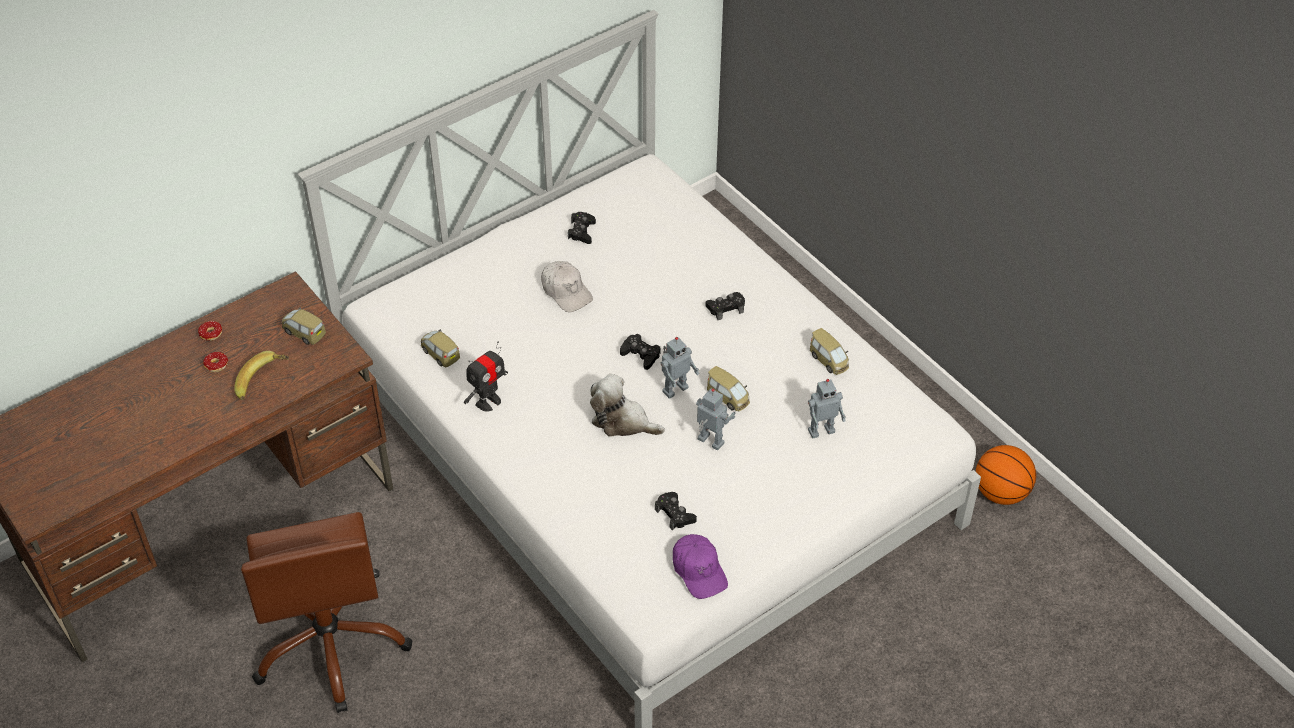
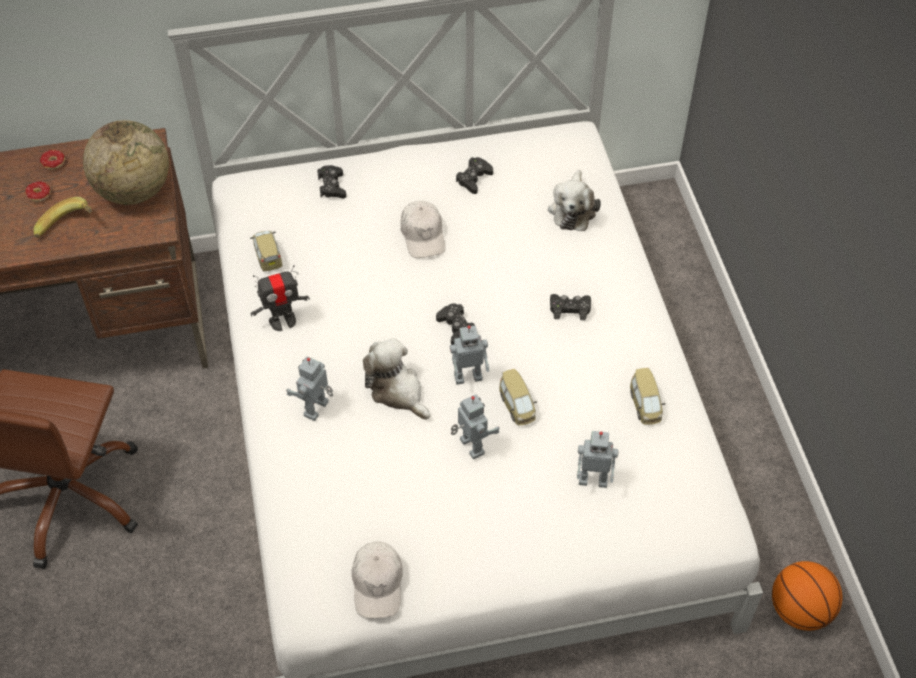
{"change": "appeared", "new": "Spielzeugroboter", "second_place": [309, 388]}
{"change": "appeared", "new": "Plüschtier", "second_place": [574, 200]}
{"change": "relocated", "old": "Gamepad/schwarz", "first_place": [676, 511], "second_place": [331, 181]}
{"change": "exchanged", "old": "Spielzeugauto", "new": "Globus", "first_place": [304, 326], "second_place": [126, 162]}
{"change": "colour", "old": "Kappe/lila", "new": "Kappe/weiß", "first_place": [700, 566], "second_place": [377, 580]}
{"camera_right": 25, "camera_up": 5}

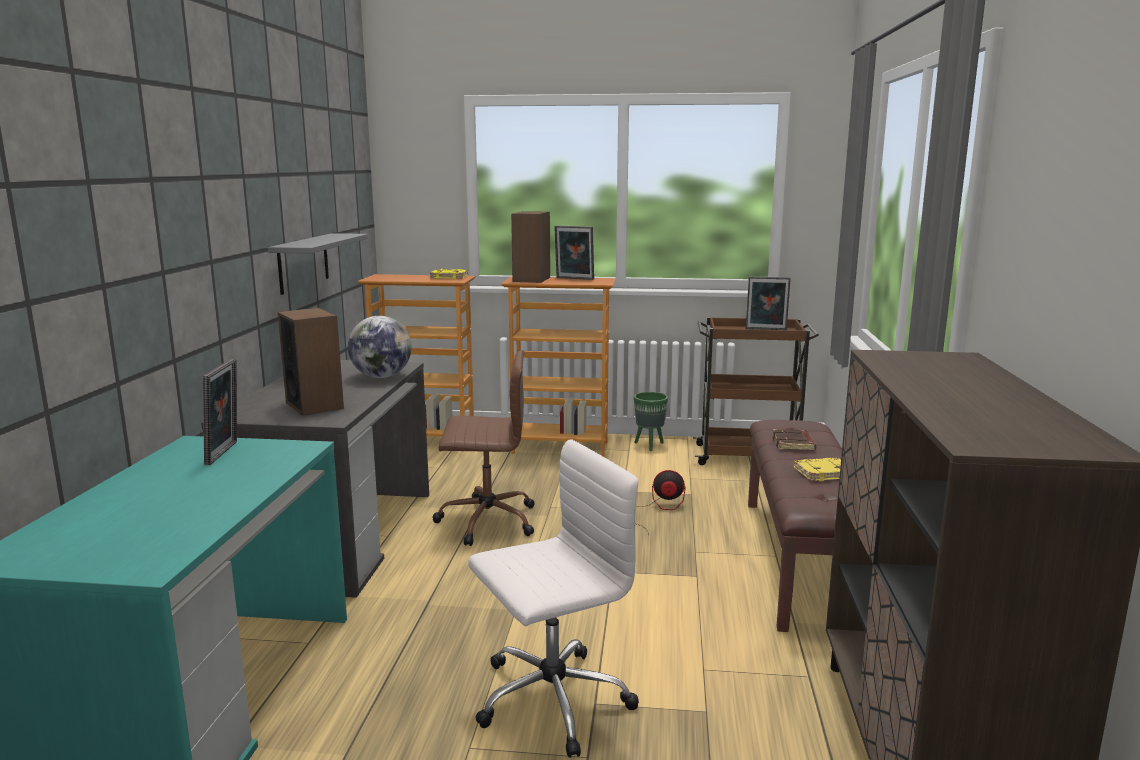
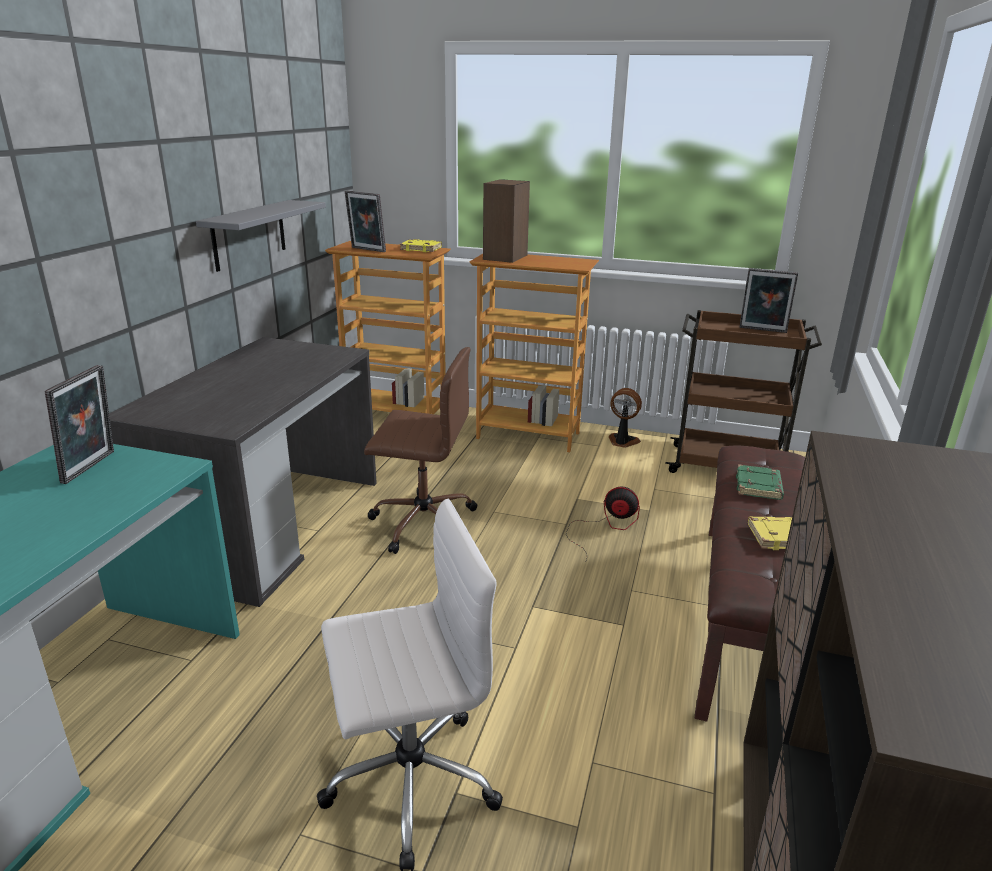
{"change": "missing", "old": "Lautsprecher", "first_place": [311, 362]}
{"change": "missing", "old": "Globus", "first_place": [380, 347]}
{"change": "relocated", "old": "Bilderrahmen", "first_place": [574, 253], "second_place": [365, 221]}
{"change": "exchanged", "old": "Pflanzkübel/grün", "new": "Ventilator", "first_place": [651, 421], "second_place": [625, 418]}
{"change": "colour", "old": "Buch/braun", "new": "Buch/grün", "first_place": [794, 440], "second_place": [760, 482]}
{"camera_right": 10, "camera_up": 10}

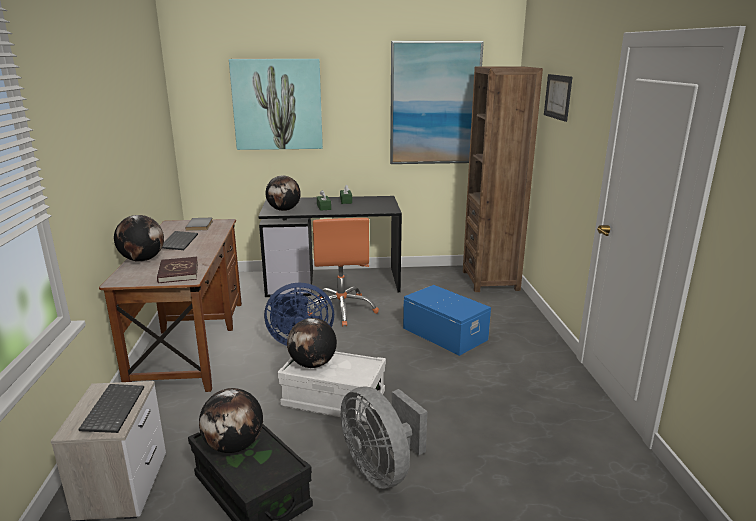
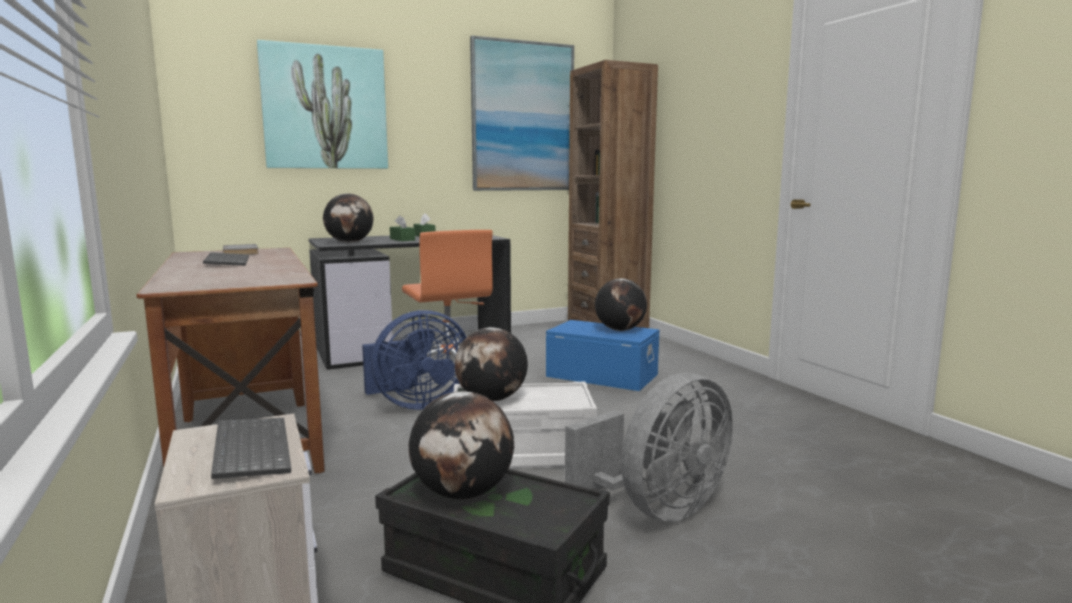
{"change": "missing", "old": "Buch/rot", "first_place": [177, 270]}
{"change": "missing", "old": "Bild", "first_place": [558, 98]}
{"change": "relocated", "old": "Globus", "first_place": [139, 238], "second_place": [621, 304]}
{"change": "spun", "old": "Ventilator/grau", "first_place": [384, 437], "second_place": [649, 447], "degrees": -75}
{"camera_right": -20, "camera_up": -10}

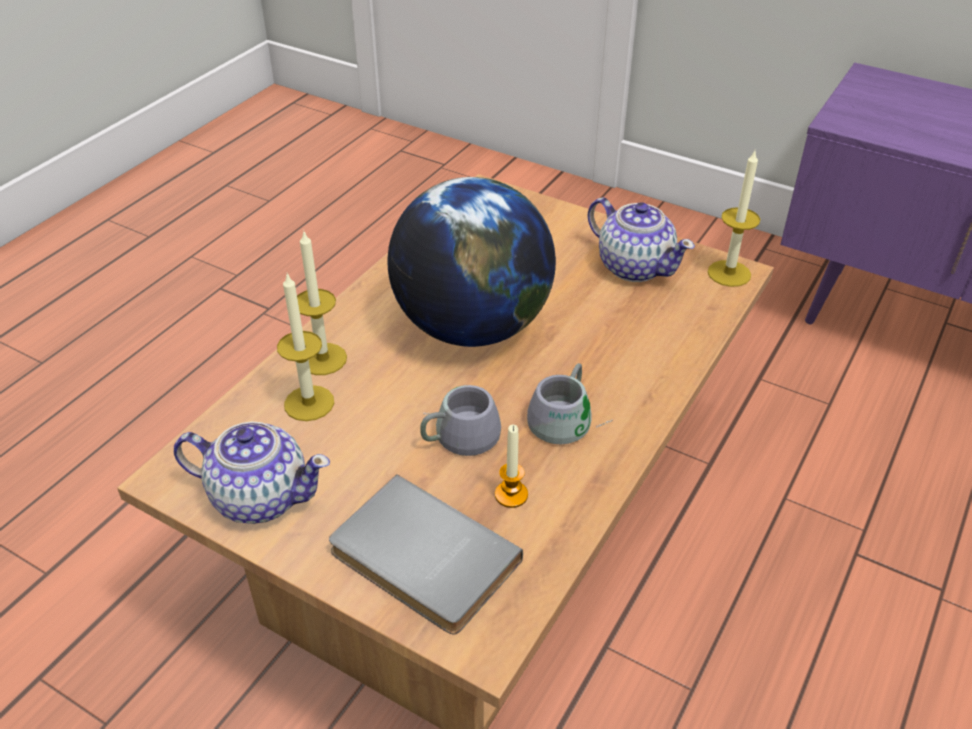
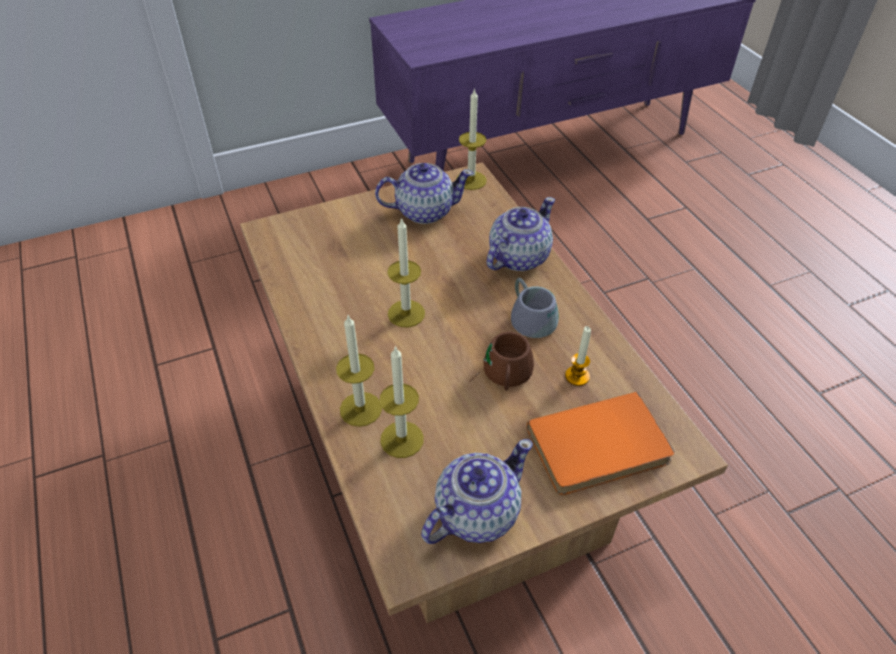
{"change": "appeared", "new": "Teekanne", "second_place": [520, 234]}
{"change": "exchanged", "old": "Globus", "new": "Kerze", "first_place": [471, 262], "second_place": [406, 272]}
{"change": "colour", "old": "Buch/grau", "new": "Buch/orange", "first_place": [426, 554], "second_place": [600, 443]}
{"change": "colour", "old": "Henkelbecher/grau", "new": "Henkelbecher/braun", "first_place": [460, 420], "second_place": [501, 361]}
{"camera_right": -55, "camera_up": 5}

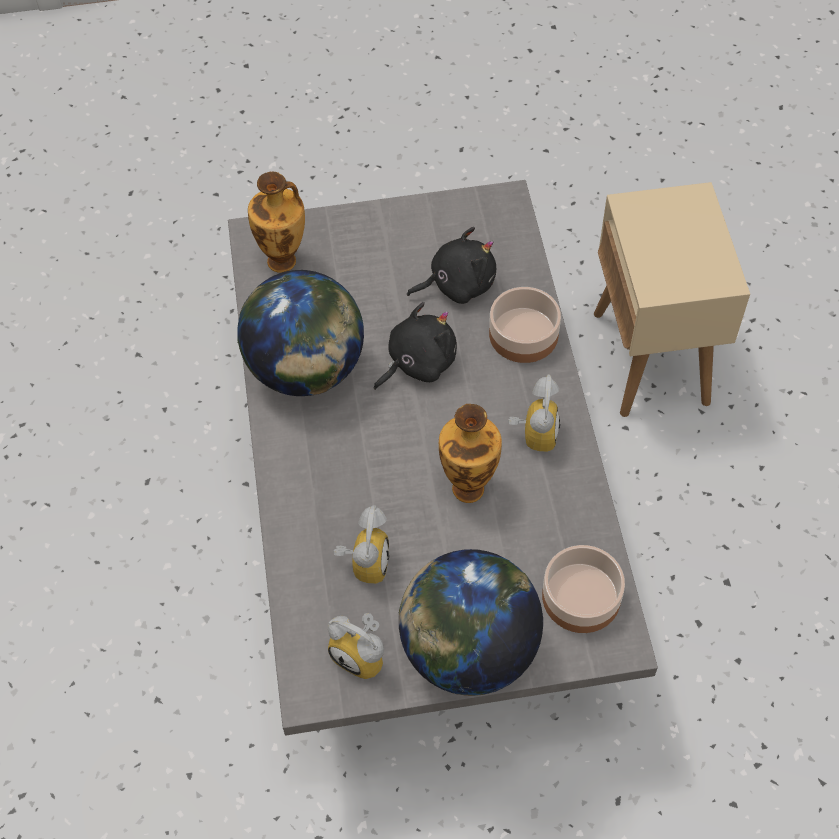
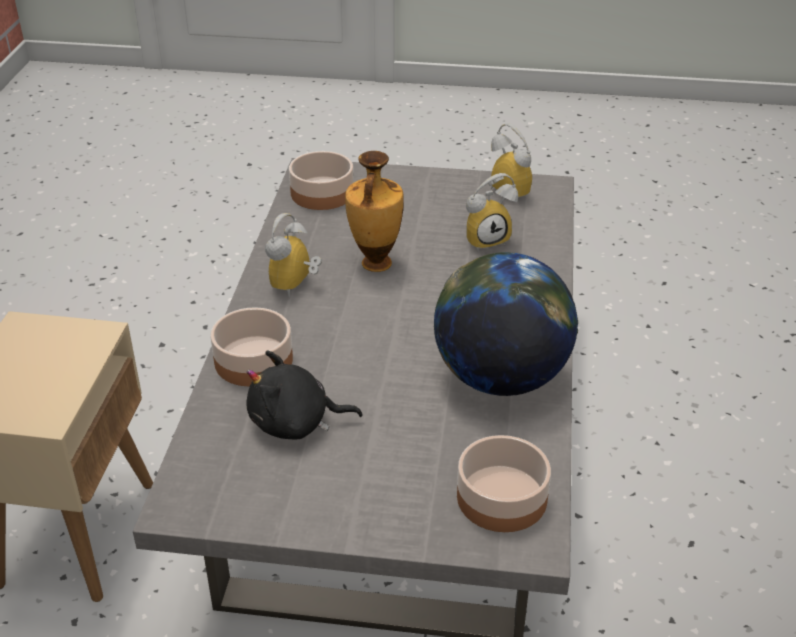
{"change": "missing", "old": "Plüschtier/schwarz", "first_place": [415, 346]}
{"change": "missing", "old": "Globus", "first_place": [471, 622]}
{"change": "exchanged", "old": "Vase", "new": "Schüssel", "first_place": [276, 222], "second_place": [504, 483]}
{"change": "spun", "old": "Wecker", "first_place": [361, 544], "second_place": [492, 212], "degrees": -135}
{"camera_right": -165, "camera_up": -20}

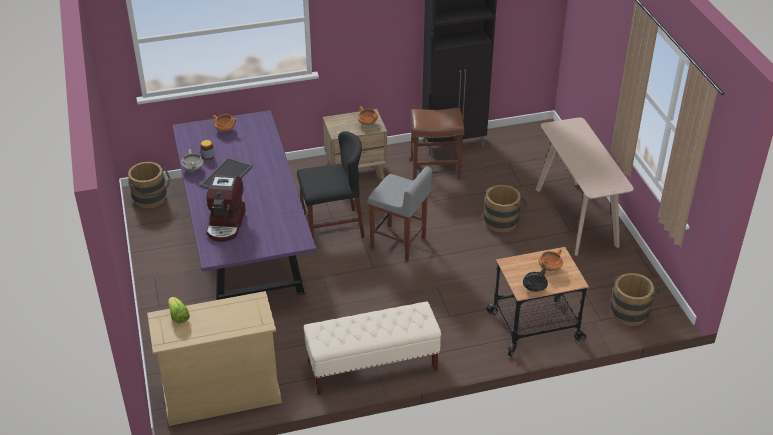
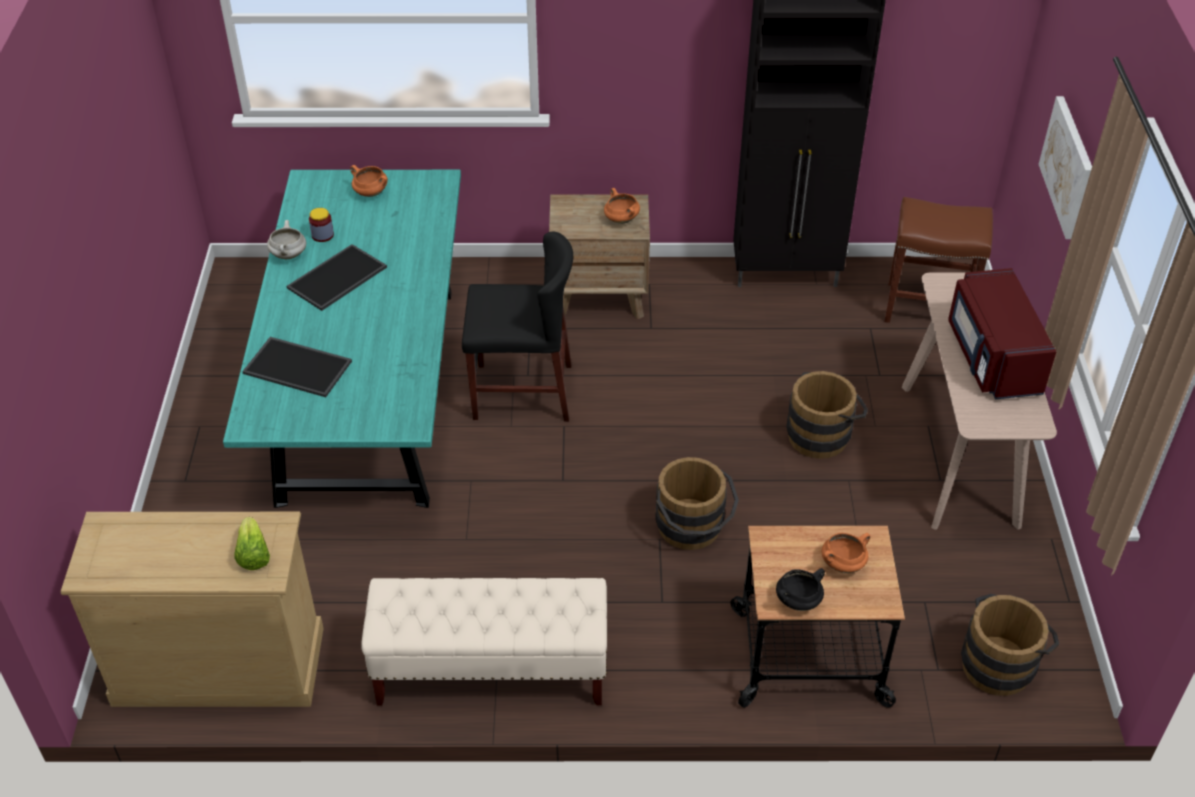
{"change": "missing", "old": "Hocker/grau", "first_place": [400, 213]}
{"change": "appeared", "new": "Mikrowelle/rot", "second_place": [1002, 333]}
{"change": "appeared", "new": "Bild", "second_place": [1065, 167]}
{"change": "relocated", "old": "Eimer/braun", "first_place": [149, 185], "second_place": [697, 503]}
{"change": "relocated", "old": "Salatkopf", "first_place": [179, 310], "second_place": [252, 543]}
{"change": "relocated", "old": "Hocker/braun", "first_place": [437, 144], "second_place": [938, 260]}
{"change": "exchanged", "old": "Kaffeemaschine", "new": "Tablett", "first_place": [226, 208], "second_place": [297, 367]}
{"change": "colour", "old": "Esstisch/lila", "new": "Esstisch/türkis", "first_place": [244, 205], "second_place": [342, 339]}
{"camera_right": 15, "camera_up": 5}

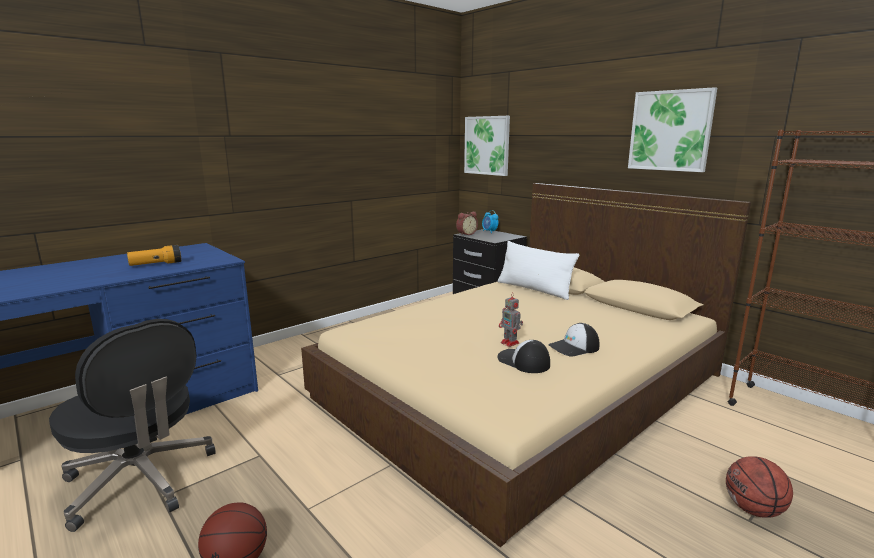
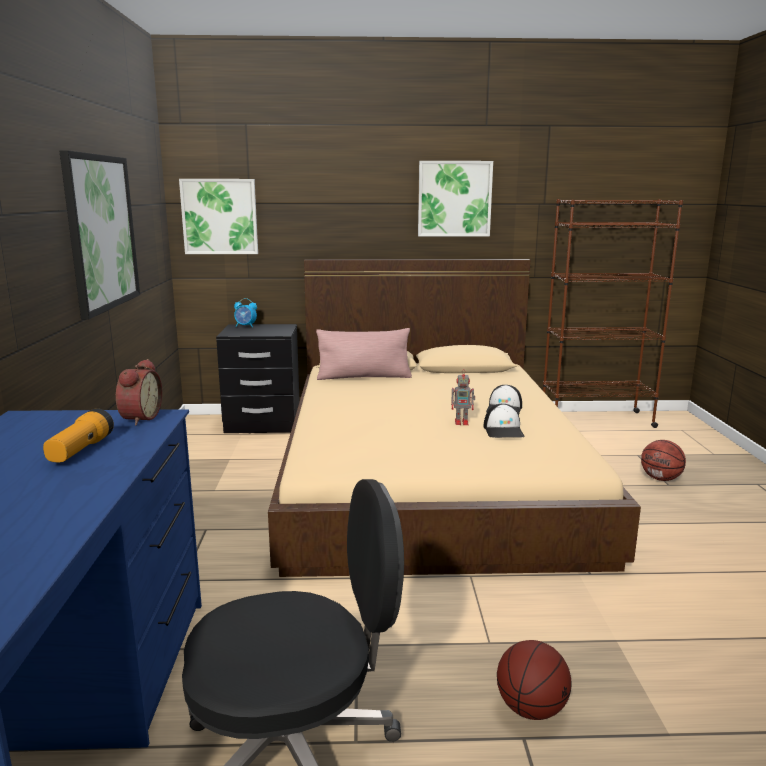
{"change": "appeared", "new": "Bild", "second_place": [99, 235]}
{"change": "relocated", "old": "Wecker", "first_place": [467, 224], "second_place": [138, 392]}
{"change": "colour", "old": "Kissen/weiß", "new": "Kissen/rosa", "first_place": [538, 270], "second_place": [364, 354]}
{"change": "spun", "old": "Kappe", "first_place": [523, 356], "second_place": [504, 421], "degrees": -90}
{"camera_right": -50, "camera_up": 0}

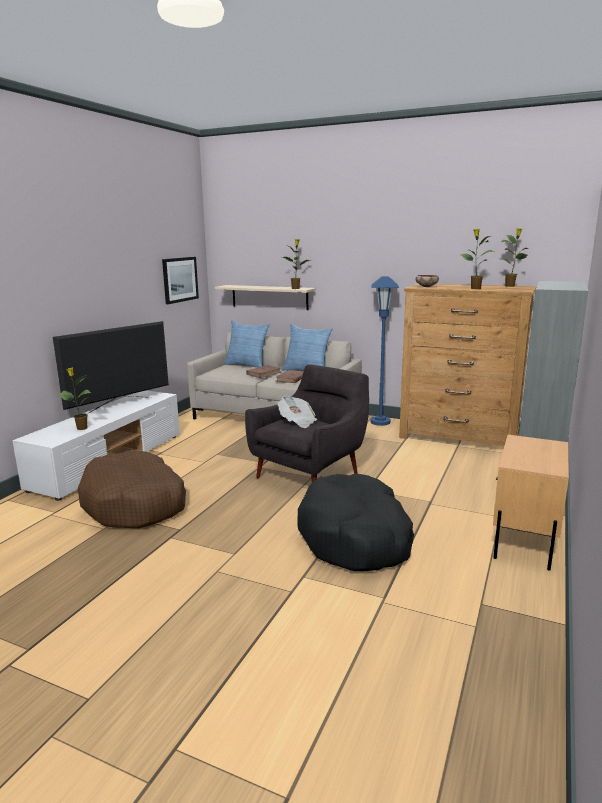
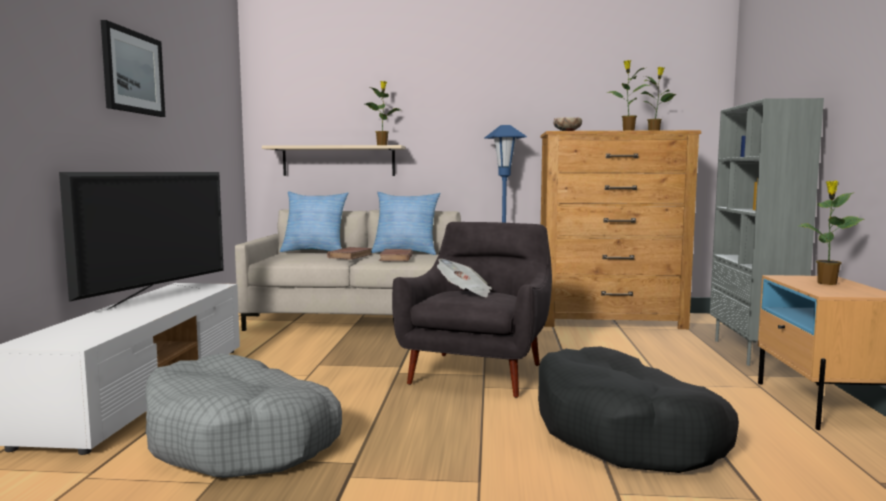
{"change": "relocated", "old": "Topfpflanze", "first_place": [75, 399], "second_place": [831, 233]}
{"change": "relocated", "old": "Bild", "first_place": [180, 280], "second_place": [133, 68]}
{"change": "colour", "old": "Hundebett/braun", "new": "Hundebett/grau", "first_place": [132, 489], "second_place": [243, 415]}
{"camera_right": -20, "camera_up": -10}

